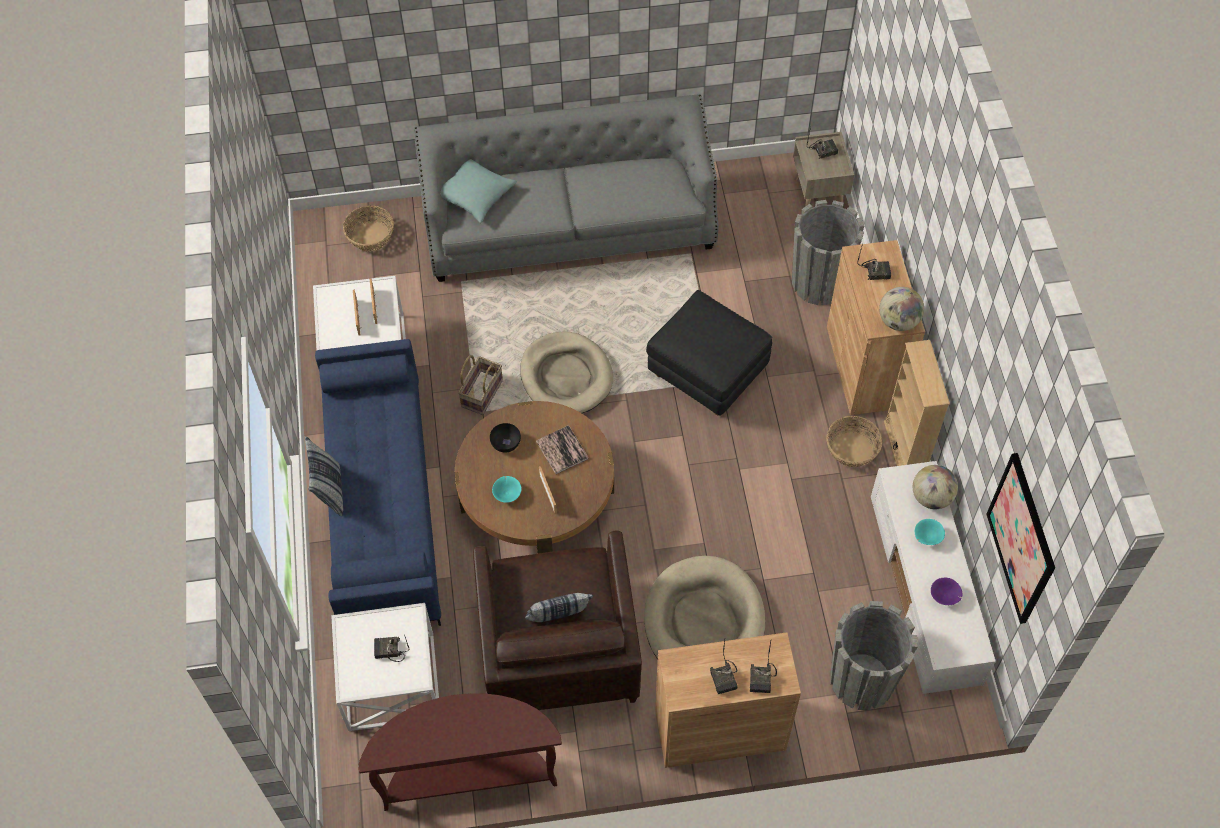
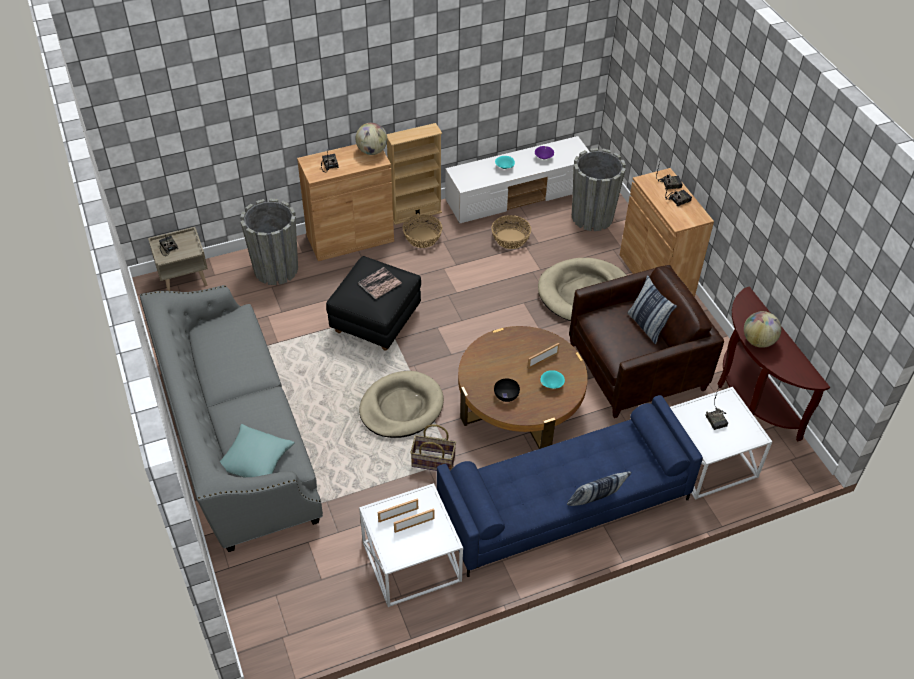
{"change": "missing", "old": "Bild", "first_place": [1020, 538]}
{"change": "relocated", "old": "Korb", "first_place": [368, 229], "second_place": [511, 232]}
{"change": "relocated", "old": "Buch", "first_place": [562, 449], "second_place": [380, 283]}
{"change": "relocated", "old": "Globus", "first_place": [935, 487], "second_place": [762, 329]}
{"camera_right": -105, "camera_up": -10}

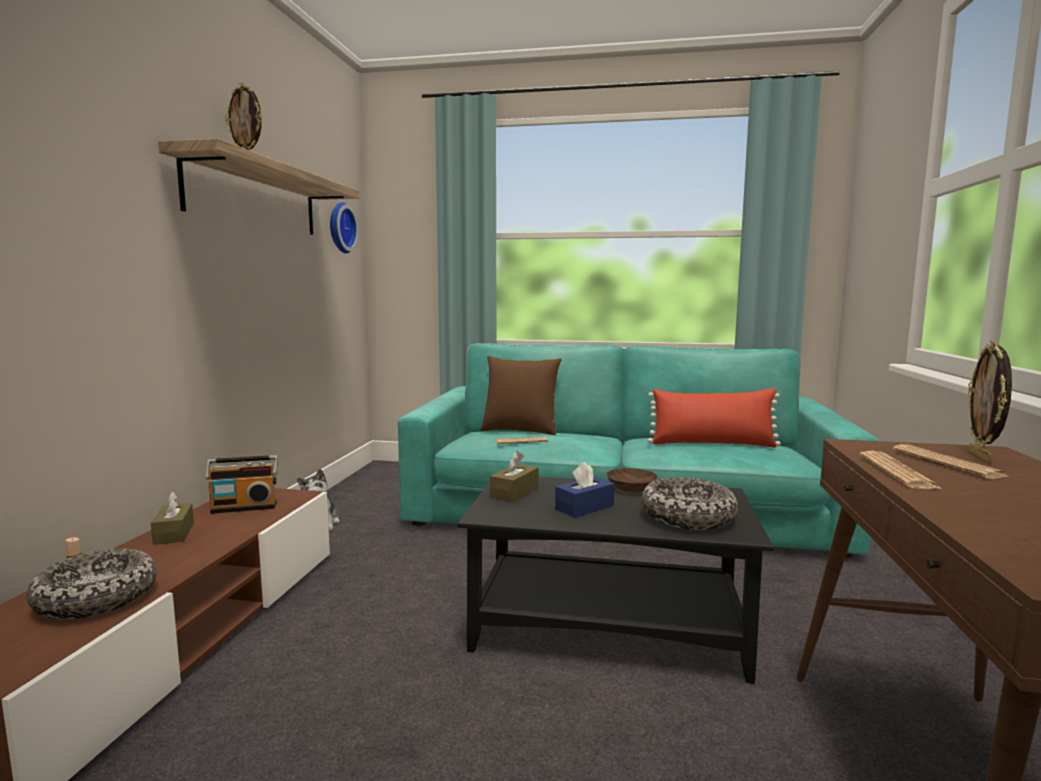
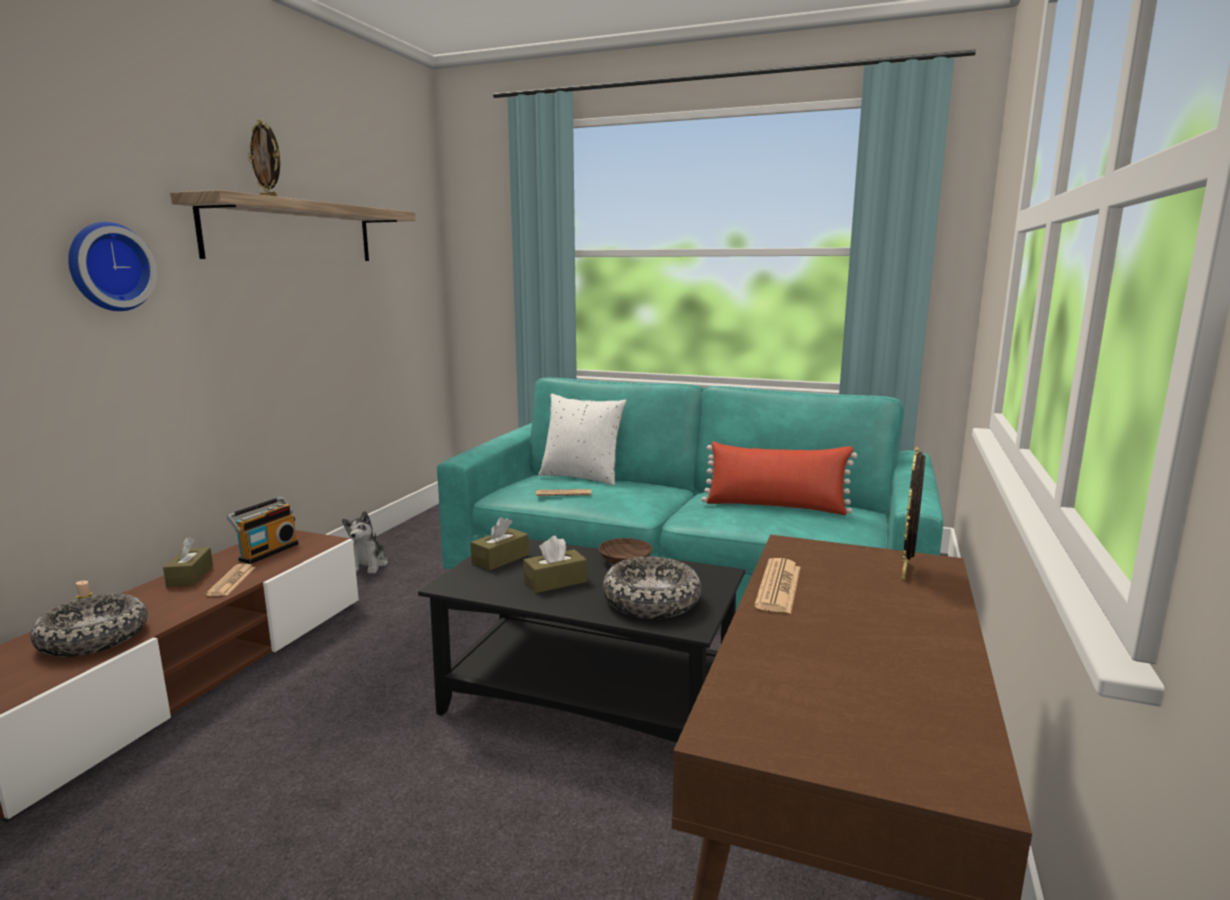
{"change": "relocated", "old": "Wanduhr", "first_place": [344, 228], "second_place": [112, 266]}
{"change": "relocated", "old": "Zeitung", "first_place": [951, 461], "second_place": [230, 579]}
{"change": "colour", "old": "Kissen/braun", "new": "Kissen/weiß", "first_place": [521, 395], "second_place": [582, 439]}
{"change": "colour", "old": "Taschentuchbox/blau", "new": "Taschentuchbox/braun", "first_place": [584, 490], "second_place": [555, 564]}
{"change": "spun", "old": "Radio", "first_place": [241, 484], "second_place": [262, 530], "degrees": -60}
{"camera_right": 10, "camera_up": 5}

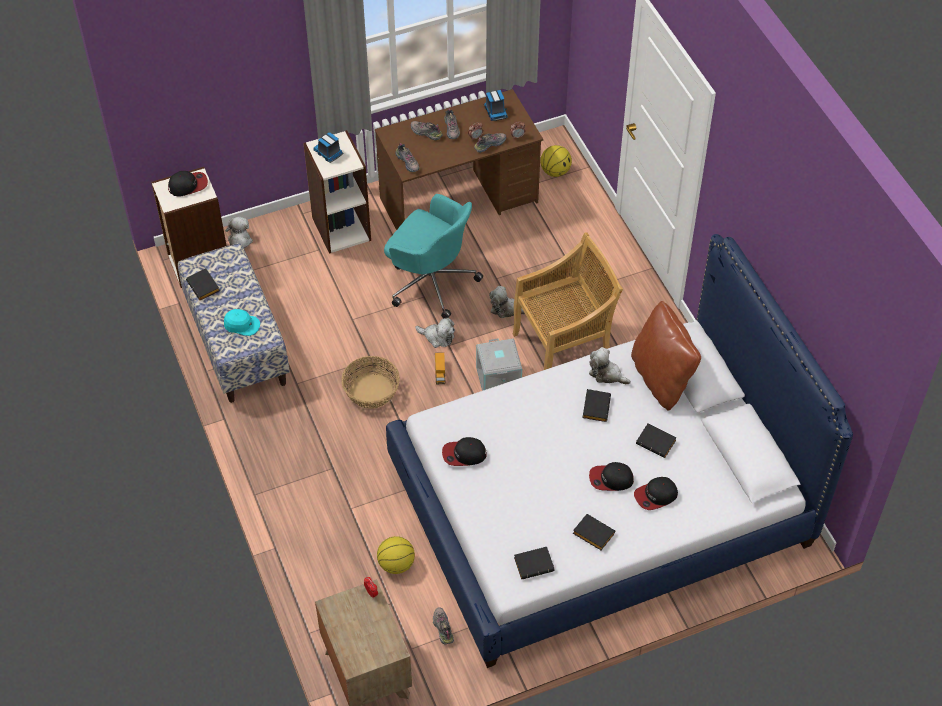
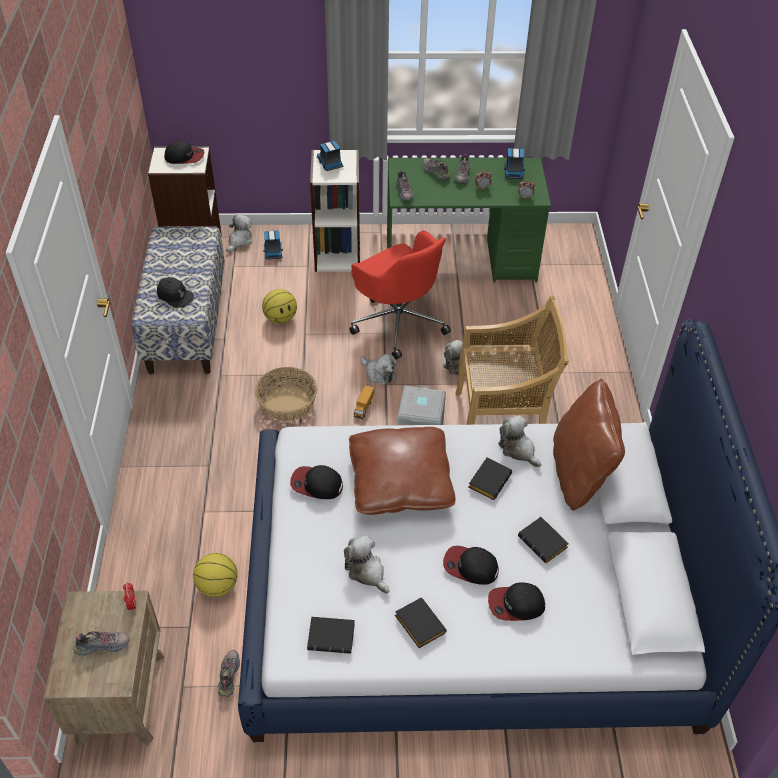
{"change": "missing", "old": "Buch/schwarz", "first_place": [203, 284]}
{"change": "appeared", "new": "Spielzeuglaster", "second_place": [273, 245]}
{"change": "appeared", "new": "Plüschtier", "second_place": [367, 565]}
{"change": "appeared", "new": "Kissen/braun", "second_place": [402, 471]}
{"change": "relocated", "old": "Schuh", "first_place": [490, 143], "second_place": [101, 643]}
{"change": "relocated", "old": "Basketball", "first_place": [556, 161], "second_place": [279, 306]}
{"change": "colour", "old": "Kappe/türkis", "new": "Kappe/schwarz", "first_place": [242, 322], "second_place": [175, 292]}
{"change": "colour", "old": "Schreibtisch/braun", "new": "Schreibtisch/grün", "first_place": [459, 159], "second_place": [469, 219]}
{"change": "colour", "old": "Bürostuhl/türkis", "new": "Bürostuhl/rot", "first_place": [433, 256], "second_place": [400, 295]}
{"camera_right": 20, "camera_up": -5}

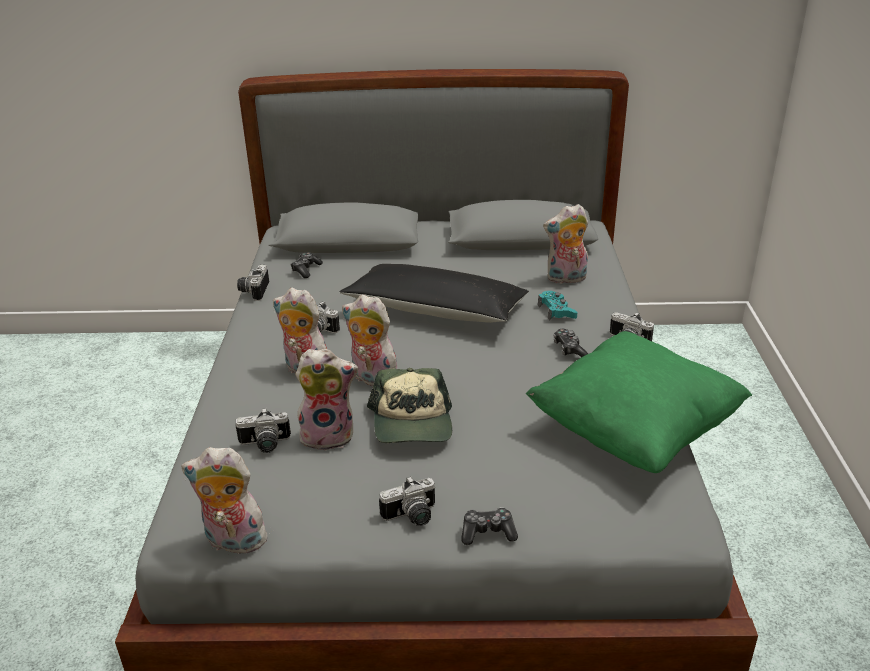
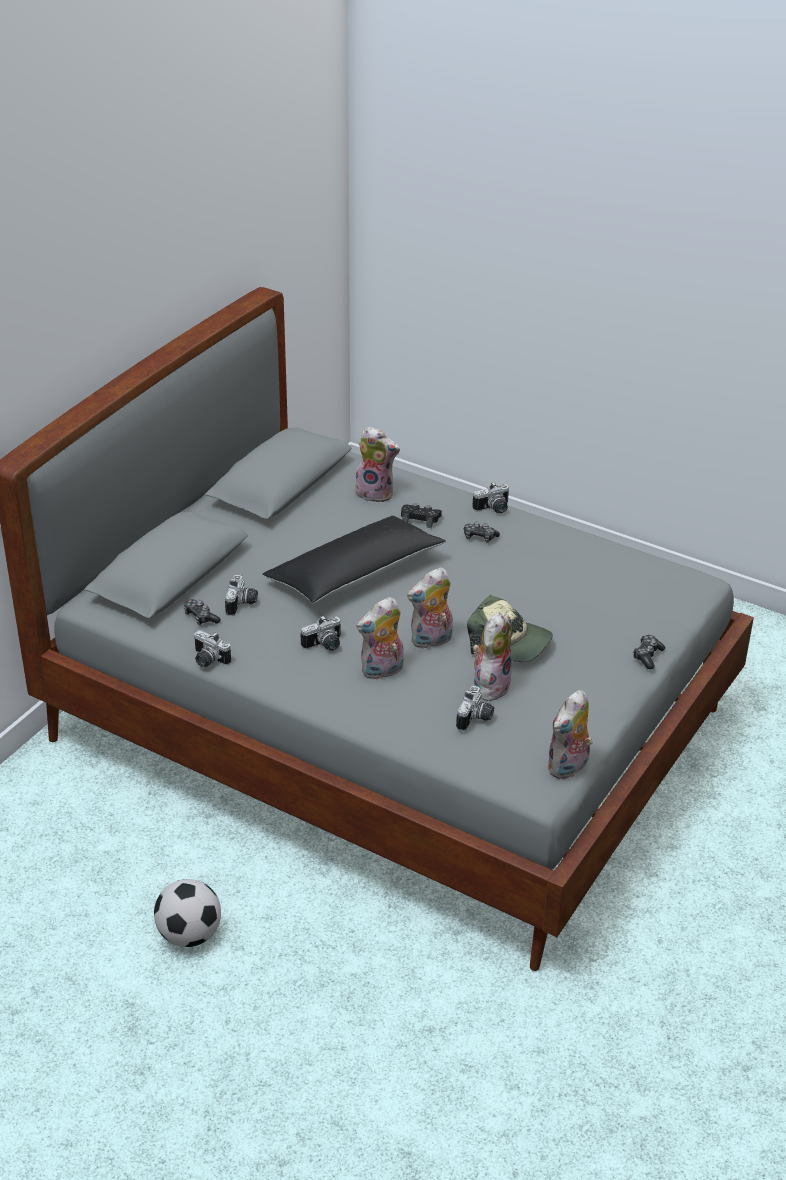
{"change": "missing", "old": "Kissen/grün", "first_place": [639, 402]}
{"change": "appeared", "new": "Fußball", "second_place": [187, 913]}
{"change": "relocated", "old": "Kamera", "first_place": [407, 501], "second_place": [241, 595]}
{"change": "colour", "old": "Gamepad/türkis", "new": "Gamepad/schwarz", "first_place": [557, 305], "second_place": [421, 515]}
{"change": "spun", "old": "Plüschtier", "first_place": [565, 244], "second_place": [376, 465], "degrees": -90}
{"camera_right": -60, "camera_up": 5}

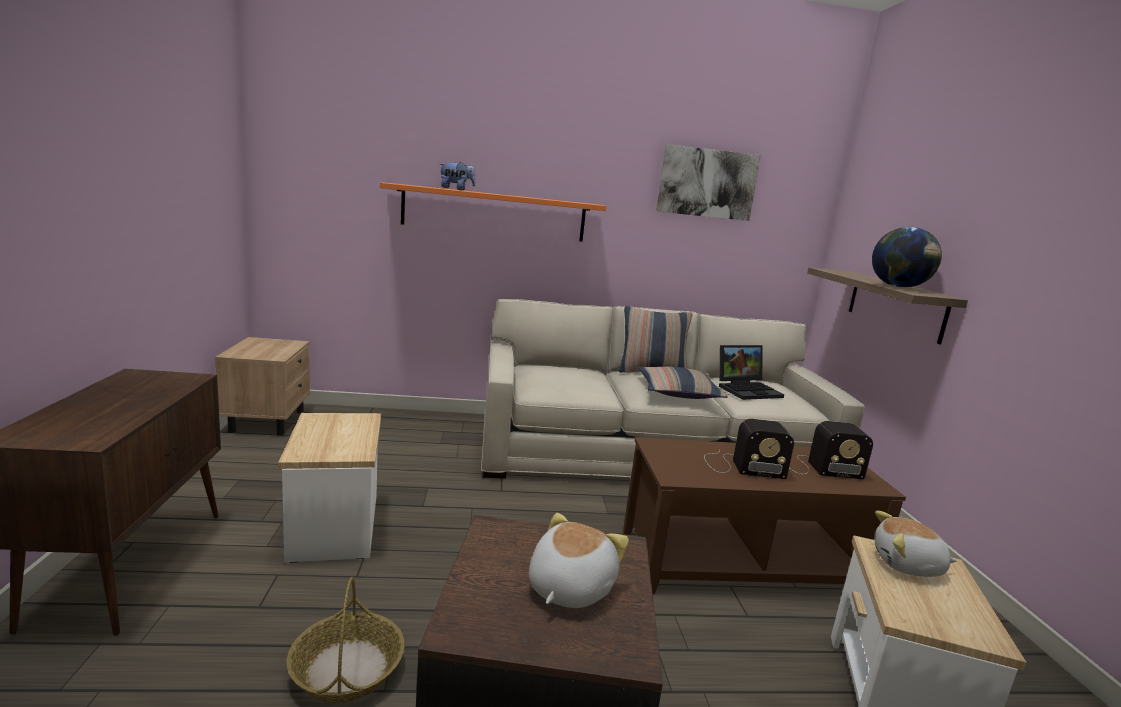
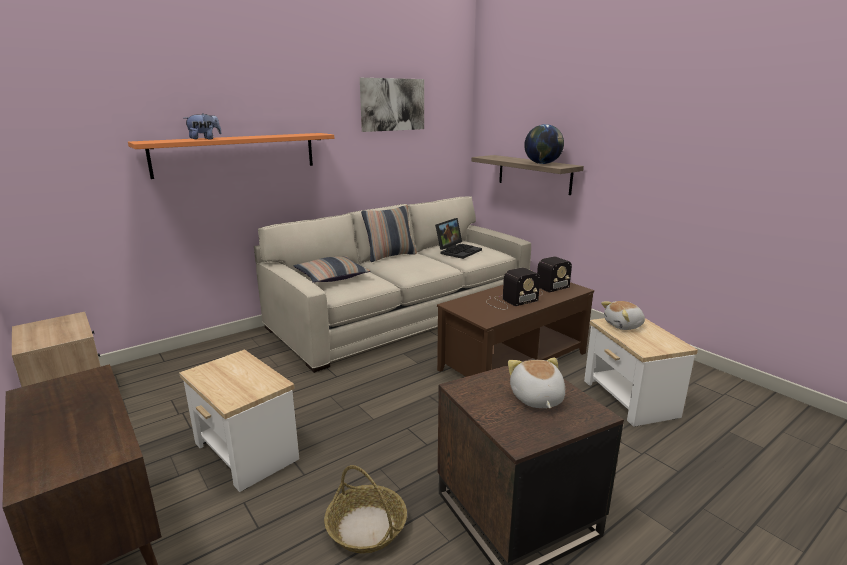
{"change": "relocated", "old": "Kissen", "first_place": [682, 383], "second_place": [331, 269]}
{"camera_right": -30, "camera_up": 5}

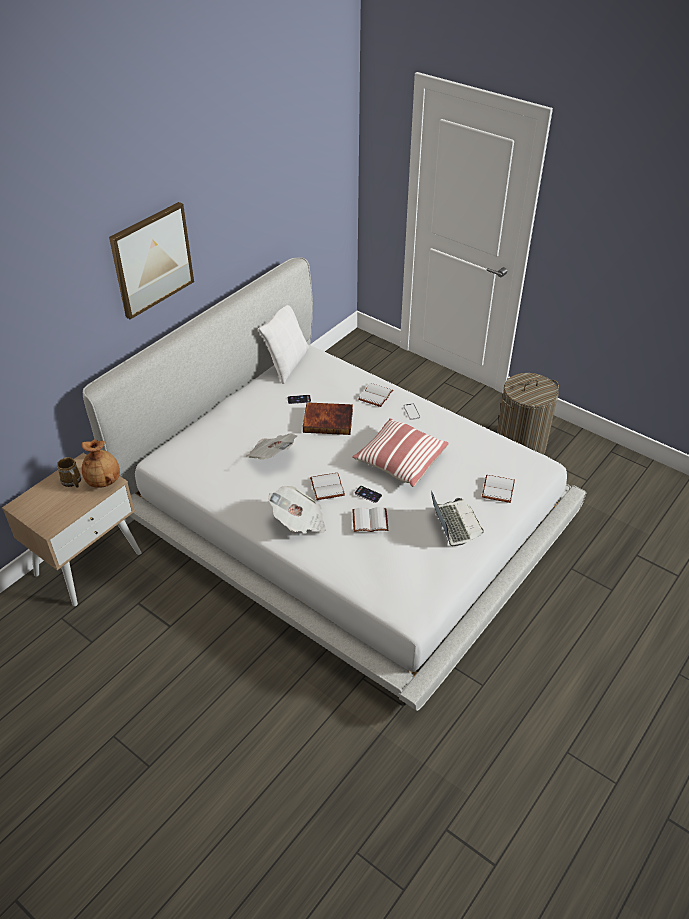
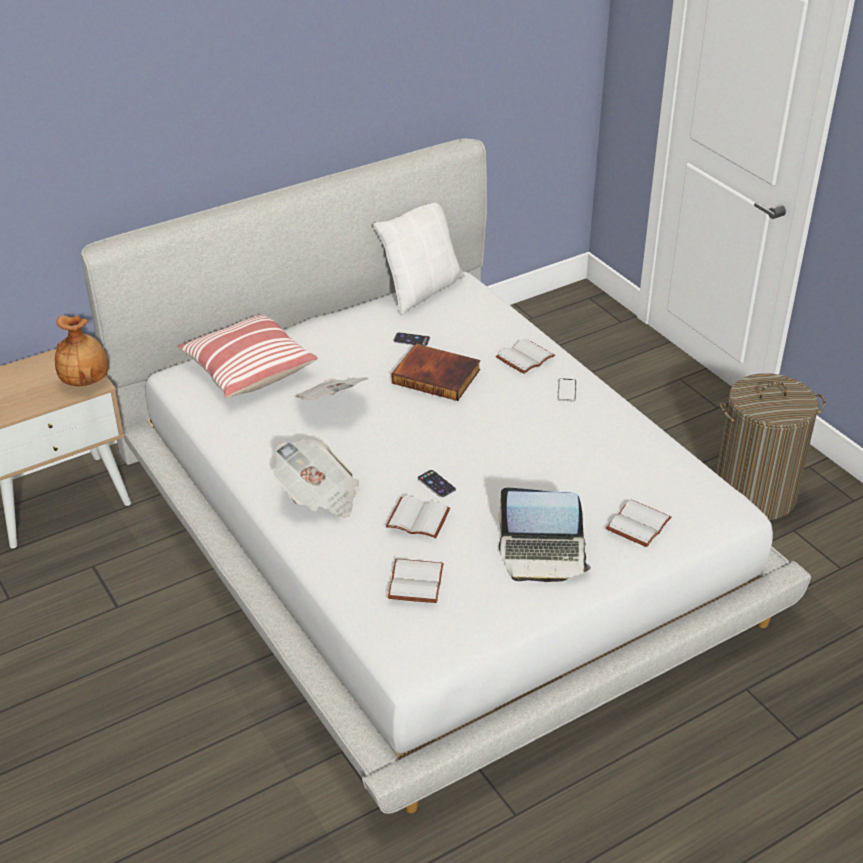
{"change": "missing", "old": "Henkelbecher", "first_place": [69, 472]}
{"change": "missing", "old": "Bild", "first_place": [151, 261]}
{"change": "relocated", "old": "Buch/weiß", "first_place": [327, 486], "second_place": [416, 581]}
{"change": "relocated", "old": "Kissen", "first_place": [400, 452], "second_place": [247, 356]}
{"change": "spun", "old": "Laptop", "first_place": [457, 518], "second_place": [544, 535], "degrees": 90}
{"camera_right": 20, "camera_up": -5}

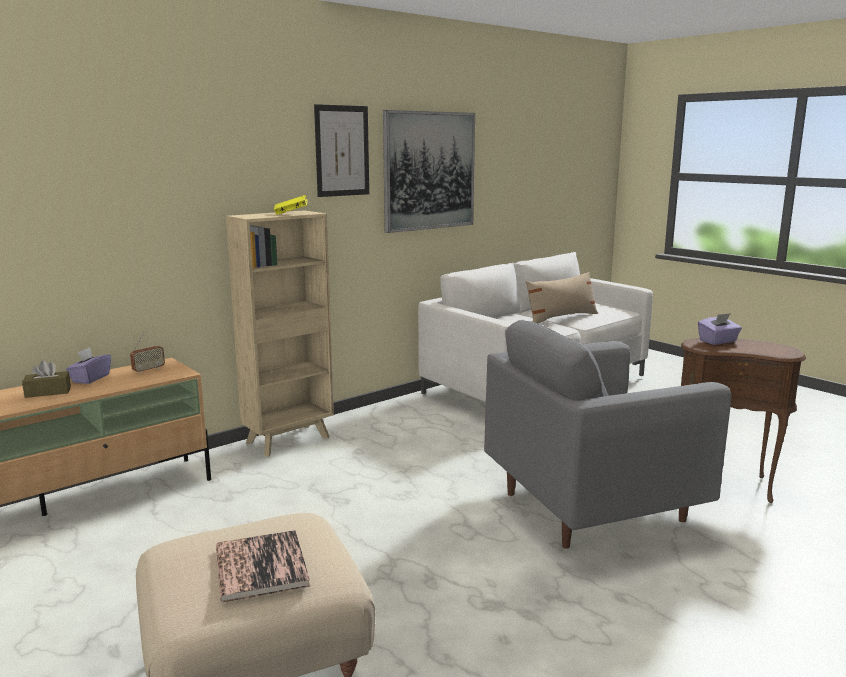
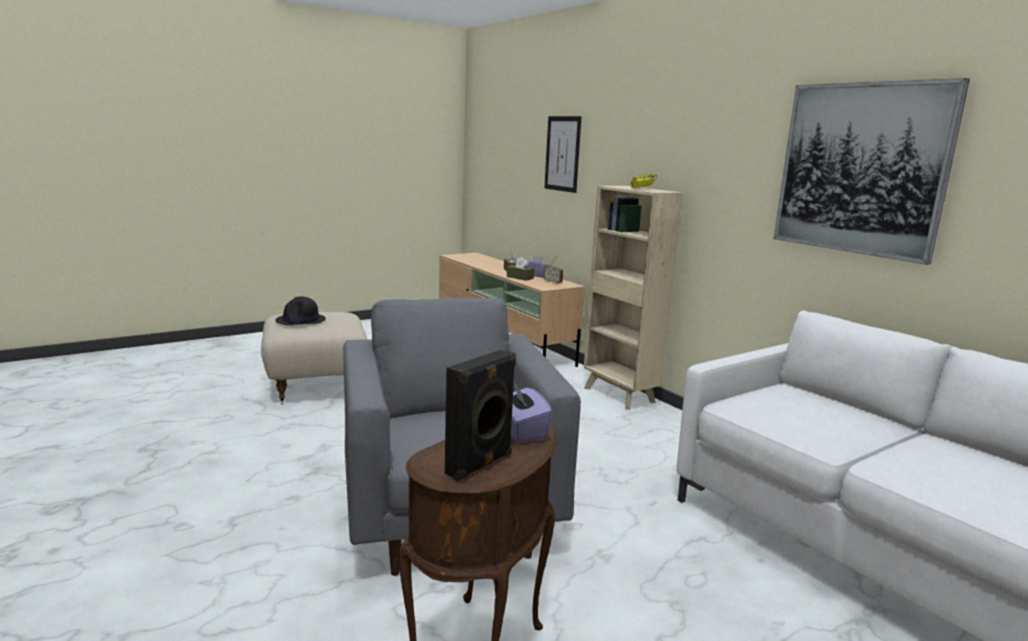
{"change": "missing", "old": "Kissen/beige", "first_place": [561, 297]}
{"change": "appeared", "new": "Lautsprecher/schwarz", "second_place": [480, 415]}
{"change": "appeared", "new": "Taschentuchbox/braun", "second_place": [520, 269]}
{"change": "relocated", "old": "Bild", "first_place": [341, 150], "second_place": [563, 154]}
{"change": "exchanged", "old": "Buch", "new": "Hut/schwarz", "first_place": [263, 566], "second_place": [300, 311]}
{"camera_right": 95, "camera_up": 0}

